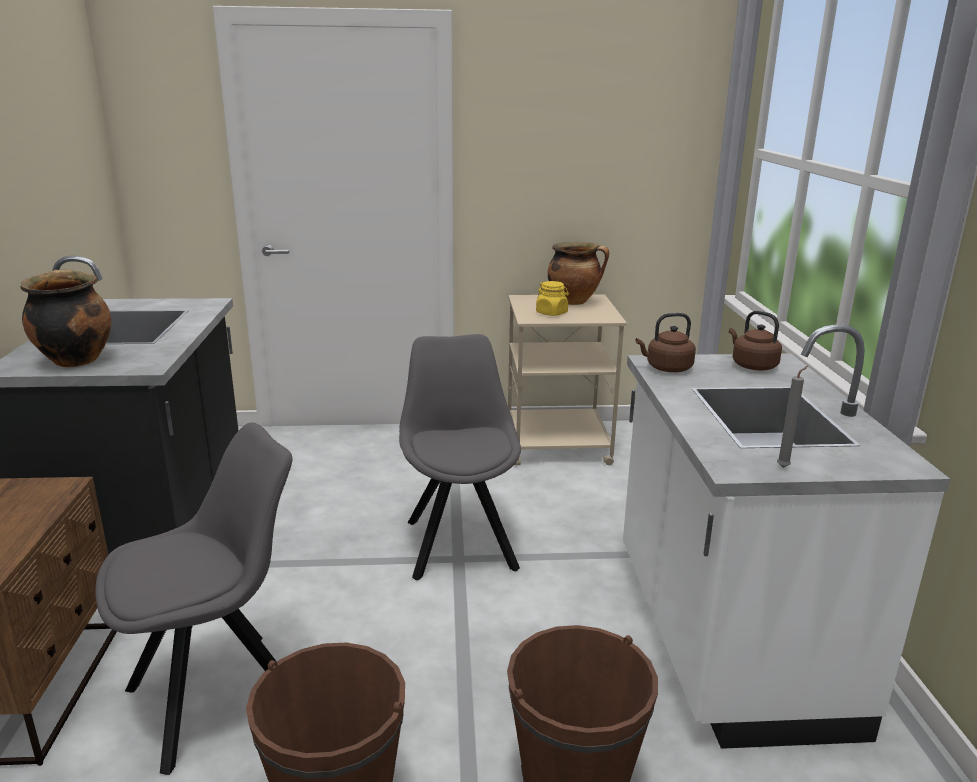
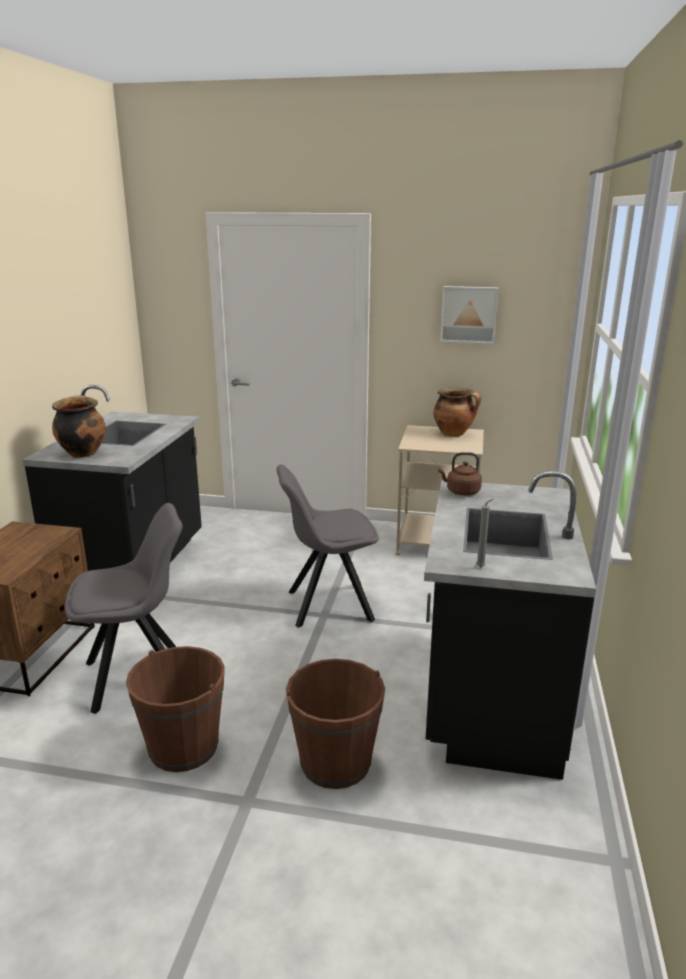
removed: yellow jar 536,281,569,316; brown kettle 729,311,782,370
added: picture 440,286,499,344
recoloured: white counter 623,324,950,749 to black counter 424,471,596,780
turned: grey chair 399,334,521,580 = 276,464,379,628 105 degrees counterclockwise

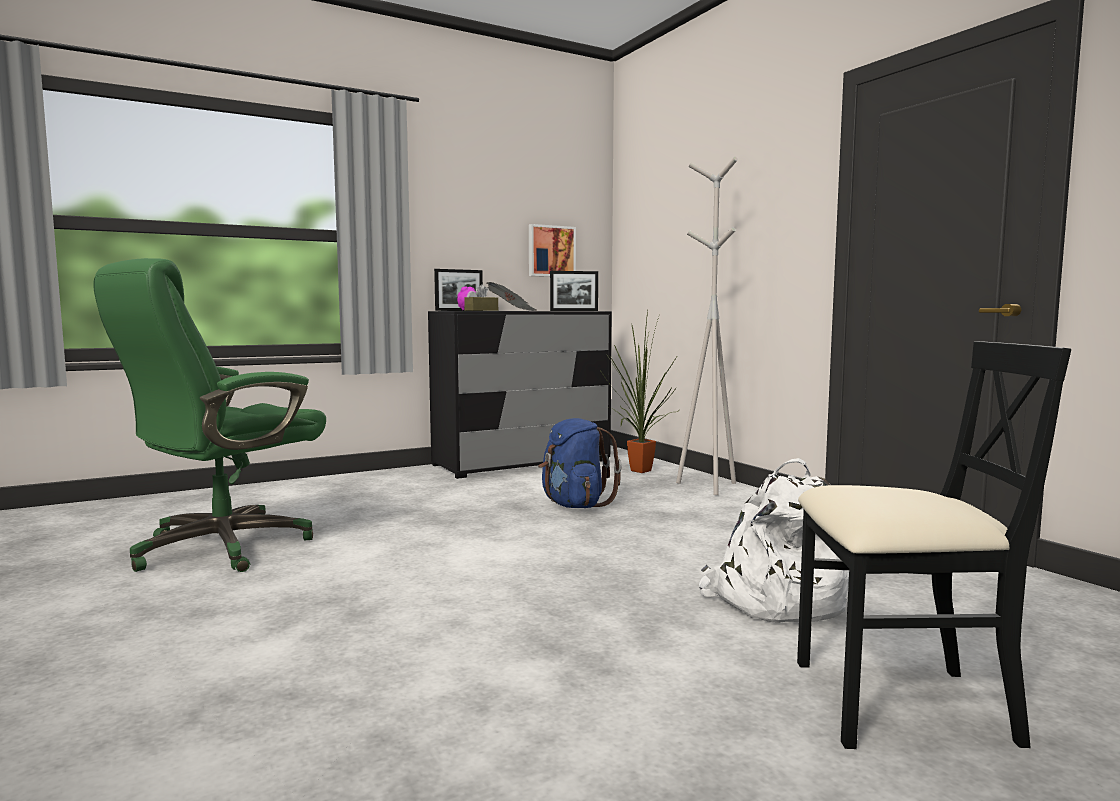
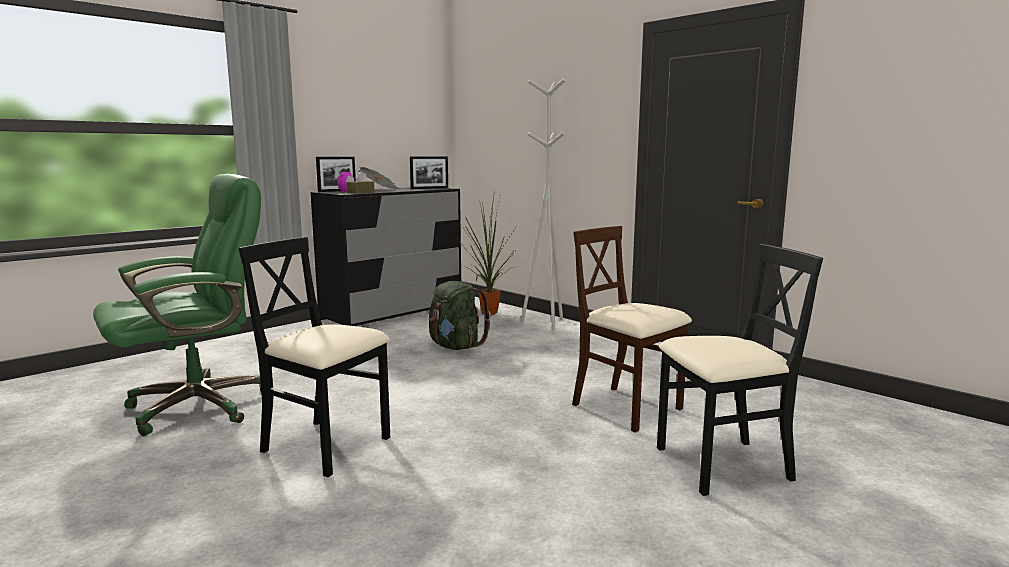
removed: picture 529,224,576,277
added: black chair 238,237,390,477
replaced: white backpack 699,458,849,623 to beige chair 572,226,692,433
recoloured: blue backpack 538,418,622,508 to green backpack 429,281,491,350
turned: green office chair 93,258,326,572 = 93,174,261,436 150 degrees counterclockwise

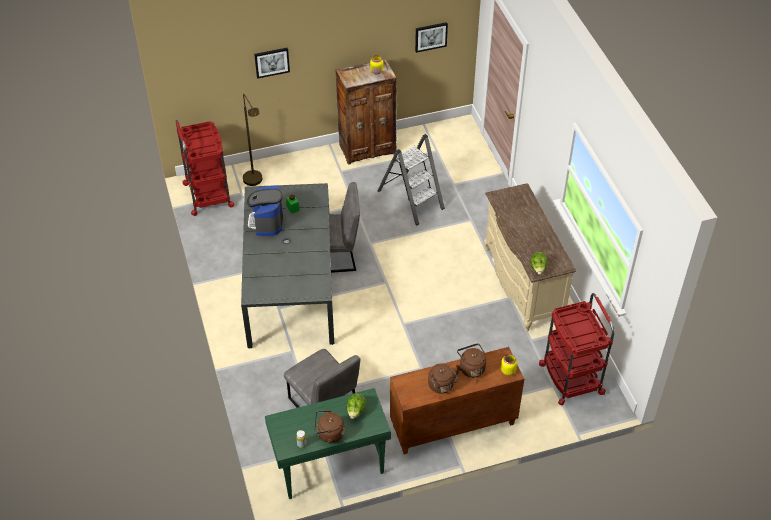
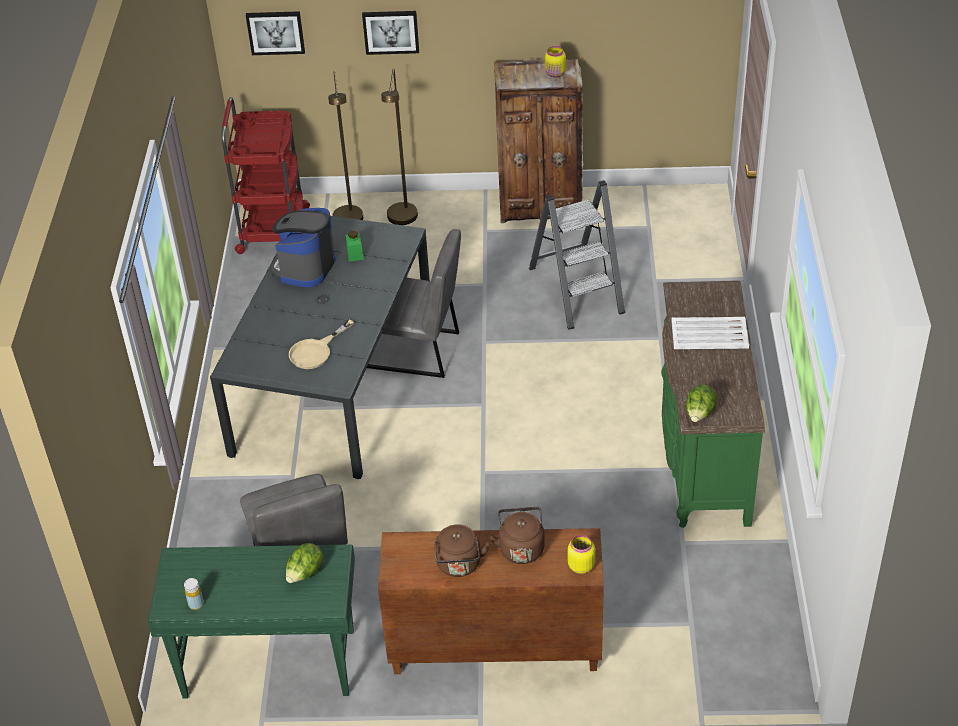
removed: brown kettle 314,410,344,444; red cart 539,293,615,406
added: beige frying pan 289,320,354,369; brown floor lamp 381,69,418,225; white tray 671,317,749,349
moved: picture 415,22,448,53 to 246,11,305,55
recoloured: beige dresser 484,183,576,332 to green dresser 661,281,765,528

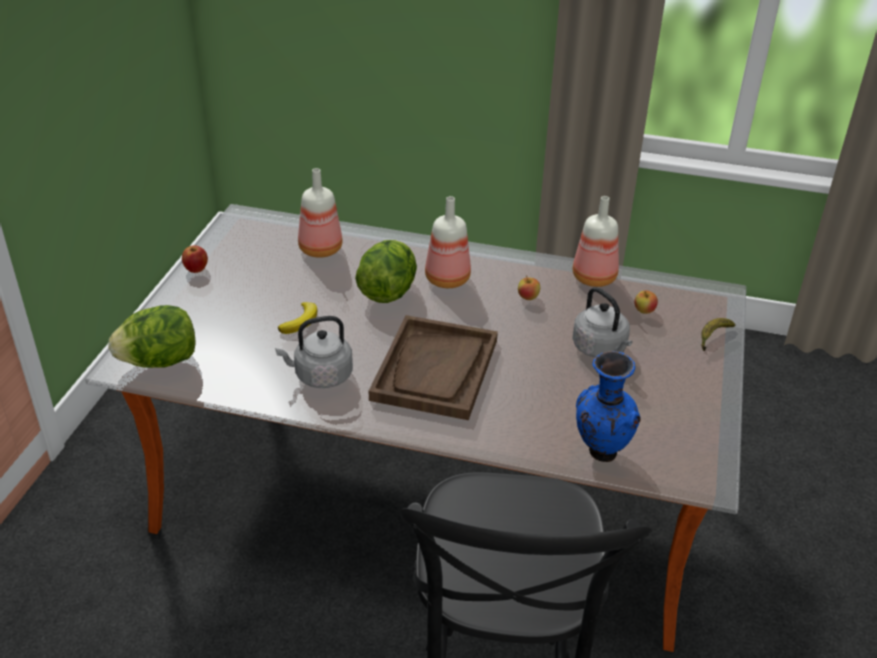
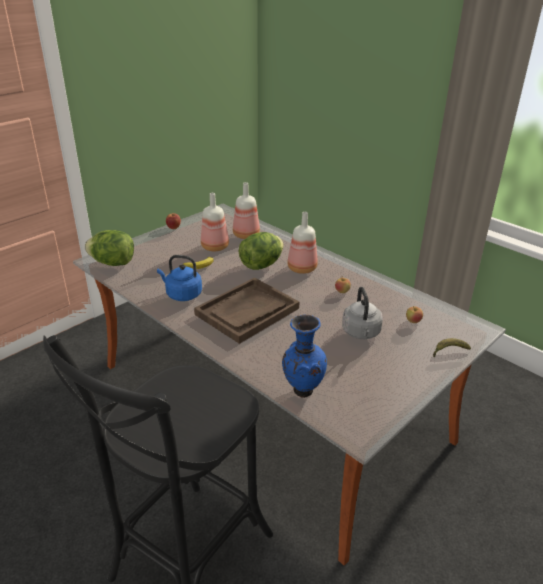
moved: bottle 573,196,619,287 to 201,193,229,251
recoloured: grey kettle 276,316,353,388 to blue kettle 157,255,202,301

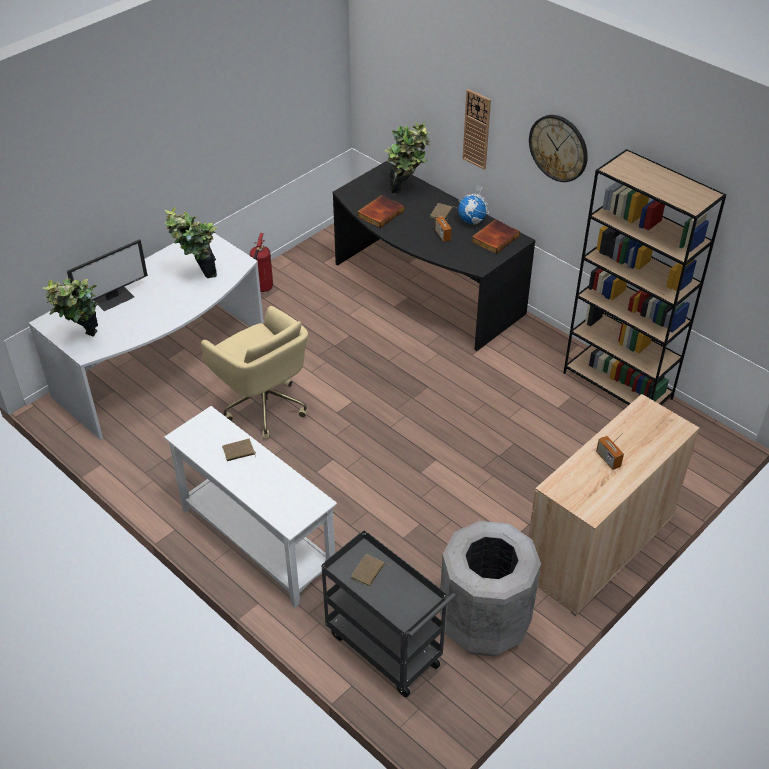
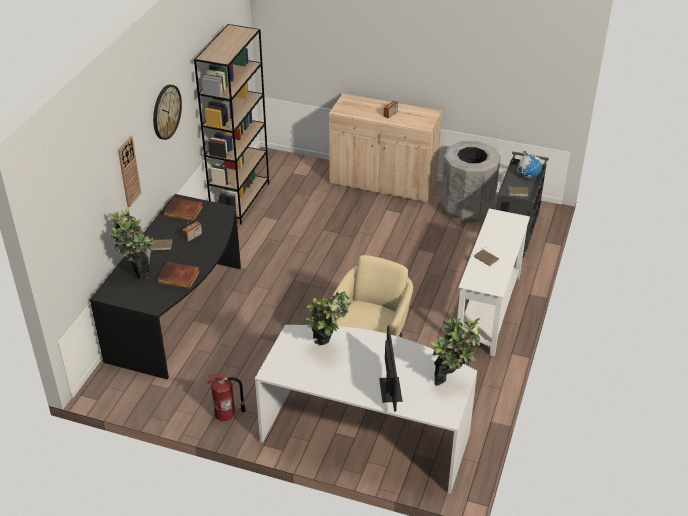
moved: globe 458,185,489,224 to 517,151,543,179
turned: monitor 67,239,148,311 = 379,326,403,412 60 degrees clockwise

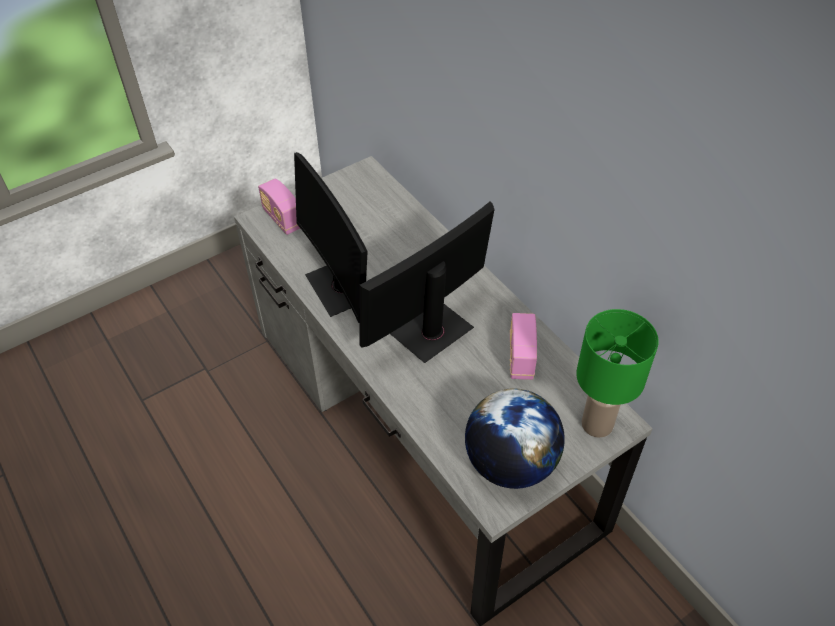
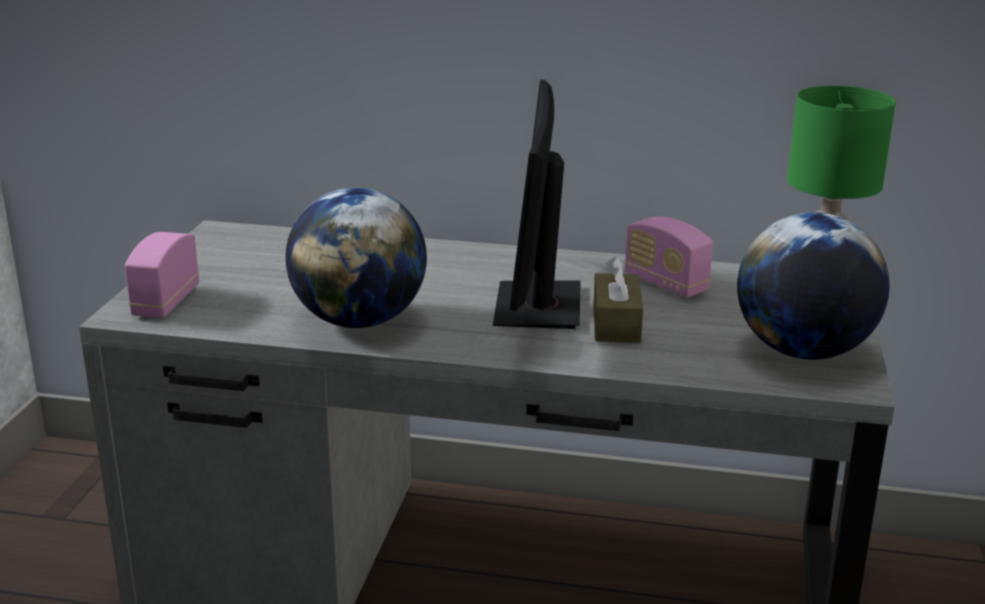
added: brown tissue box 593,256,643,343
replaced: monitor 294,152,368,323 to globe 285,188,427,328
turned: radio 258,179,300,235 = 125,232,199,318 90 degrees clockwise

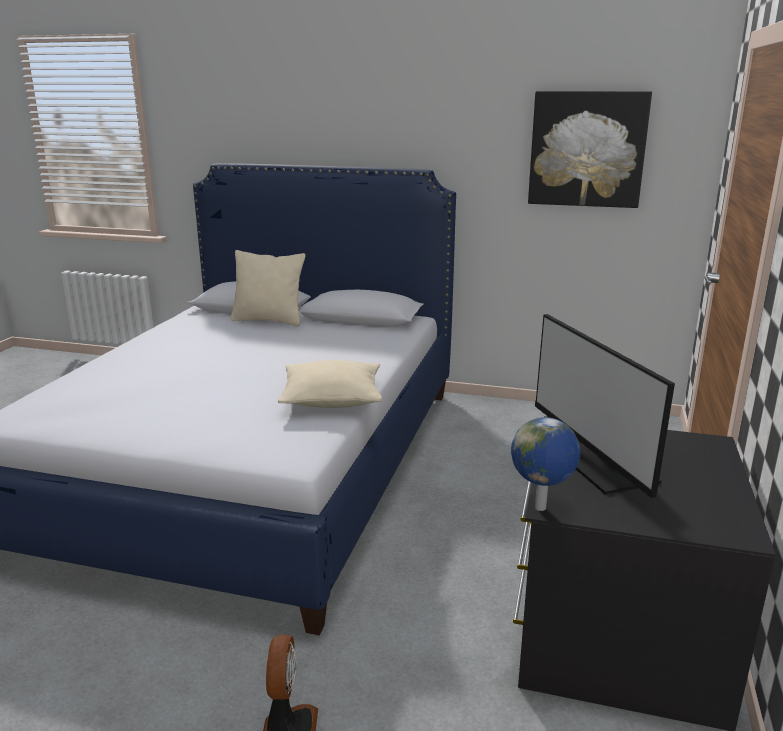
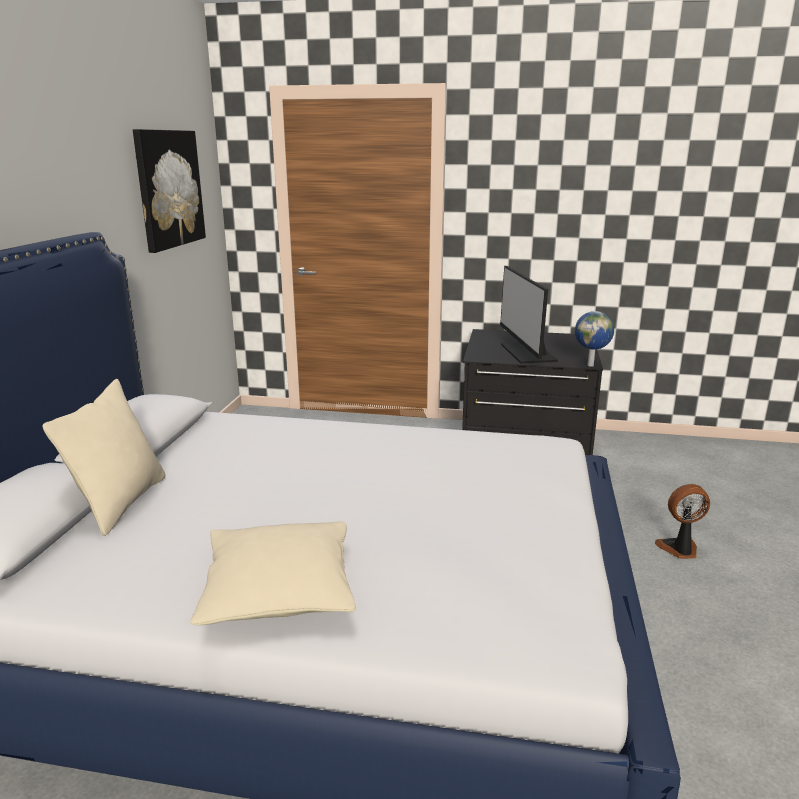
moved: beige pillow 278,360,382,408 to 190,521,356,625
turned: monitor 535,314,675,498 = 500,266,558,364 105 degrees clockwise

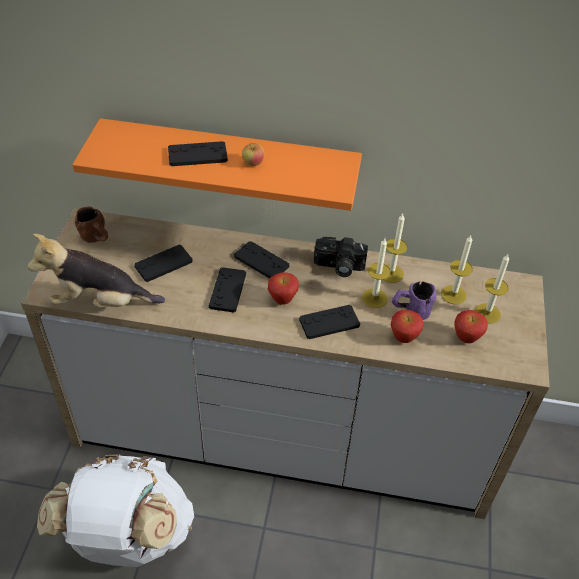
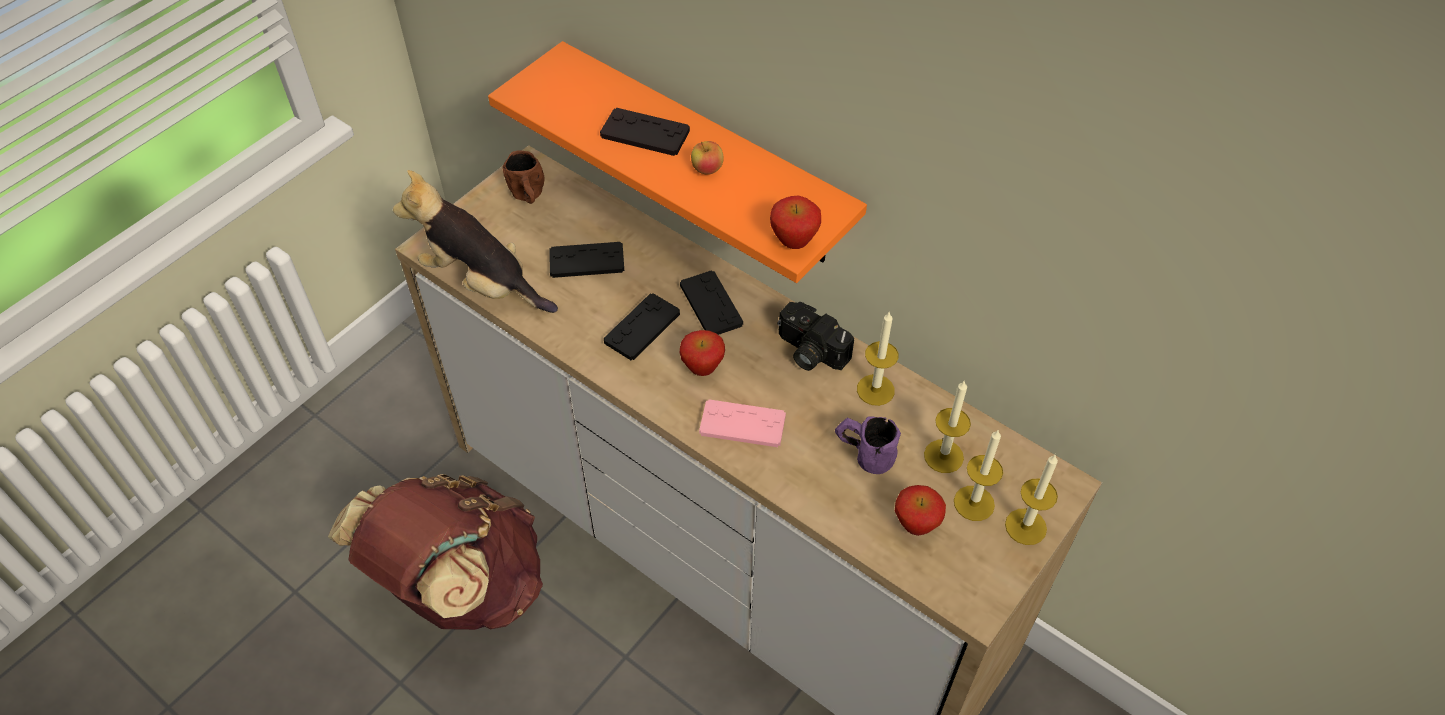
moved: candle 362,239,391,308 to 1005,454,1058,545; apple 391,310,423,343 to 770,195,821,249
recoloured: white backpack 37,454,194,567 to brown backpack 328,474,543,630; black game controller 299,305,360,339 to pink game controller 699,399,786,447

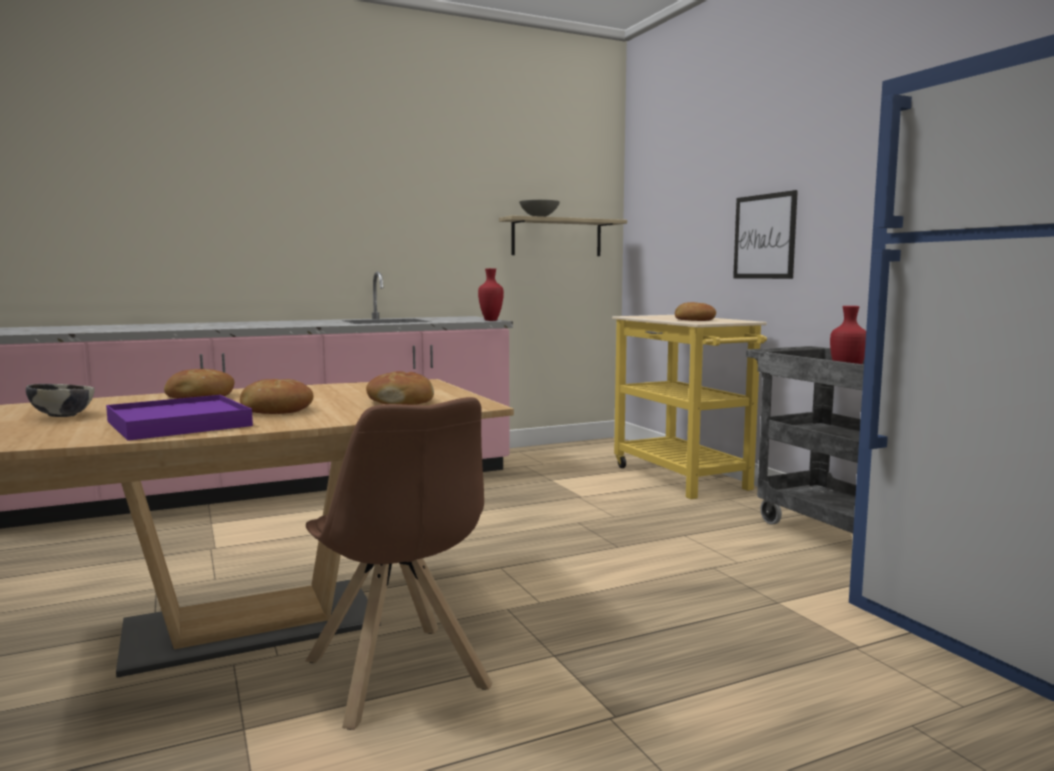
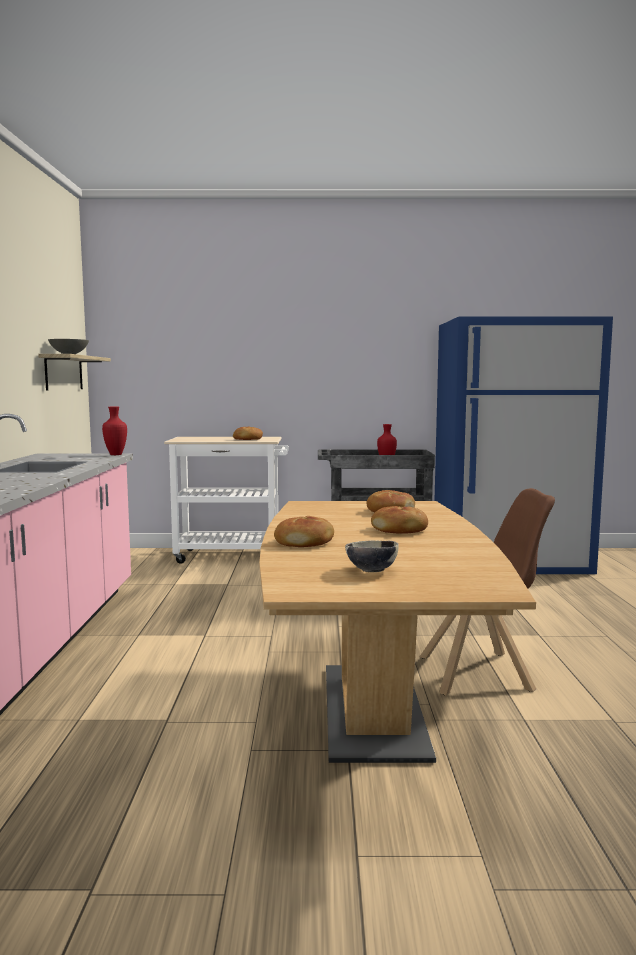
removed: purple tray 106,395,253,441; picture 733,190,798,279
recoloured: yellow cart 612,315,767,499 to white cart 164,437,289,564

